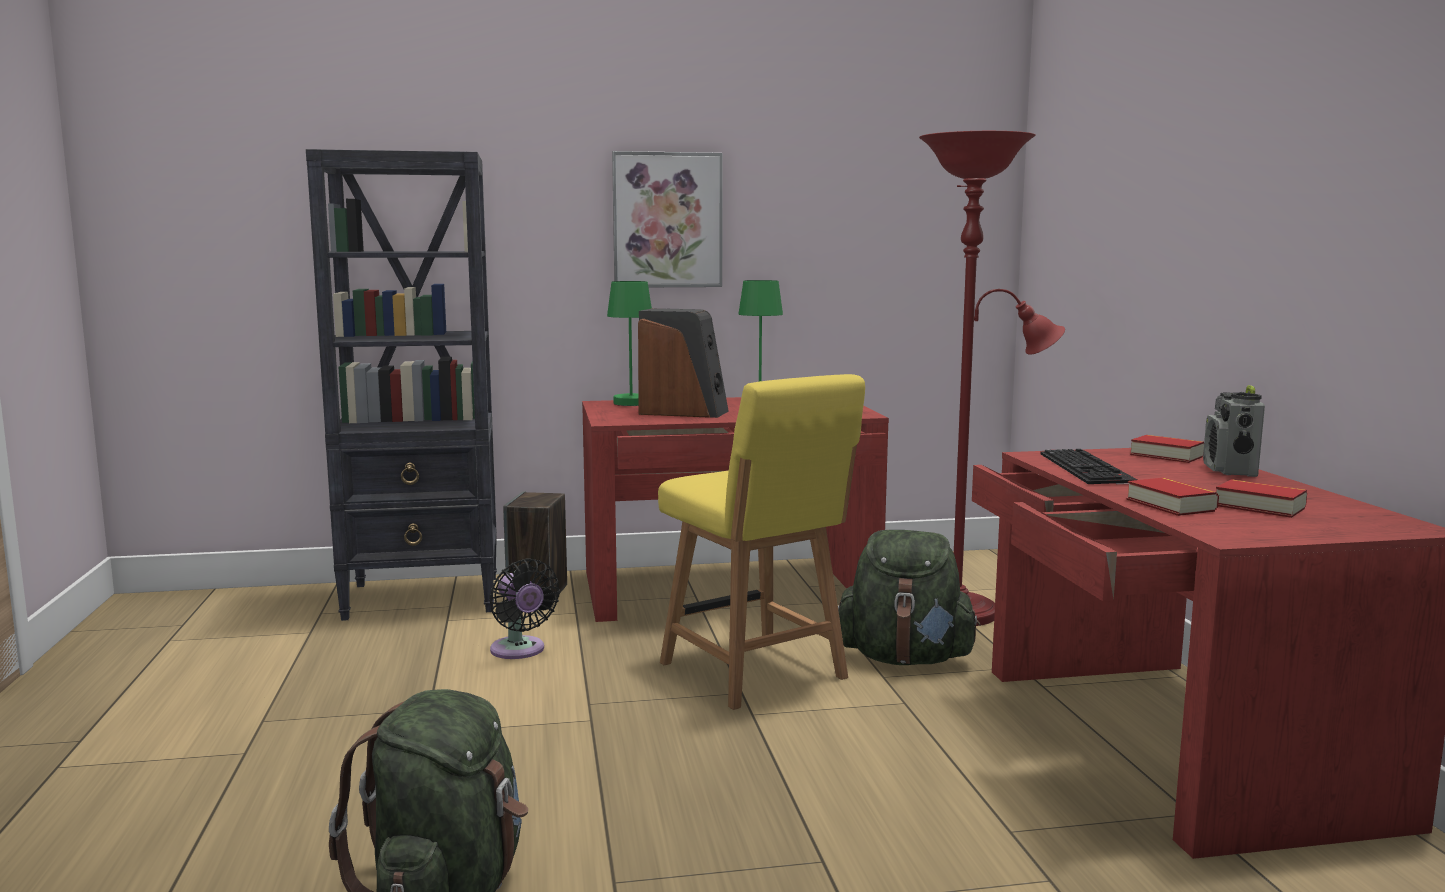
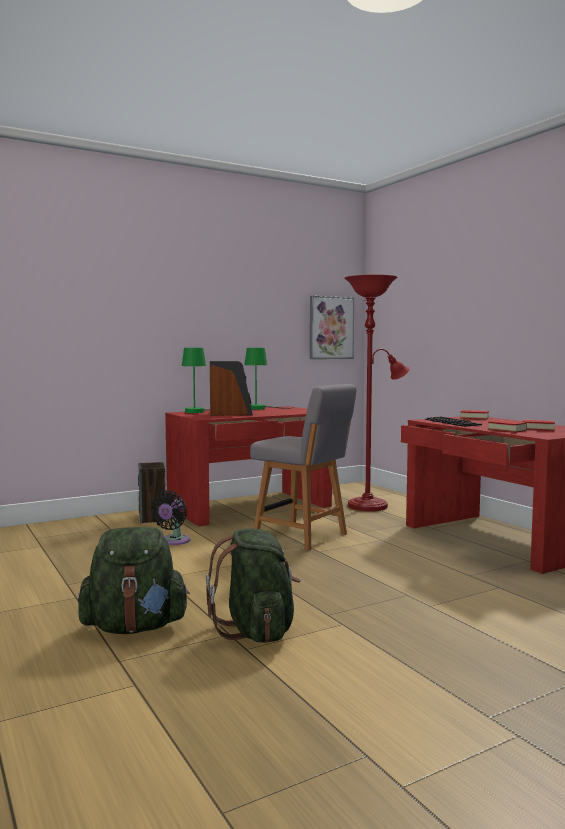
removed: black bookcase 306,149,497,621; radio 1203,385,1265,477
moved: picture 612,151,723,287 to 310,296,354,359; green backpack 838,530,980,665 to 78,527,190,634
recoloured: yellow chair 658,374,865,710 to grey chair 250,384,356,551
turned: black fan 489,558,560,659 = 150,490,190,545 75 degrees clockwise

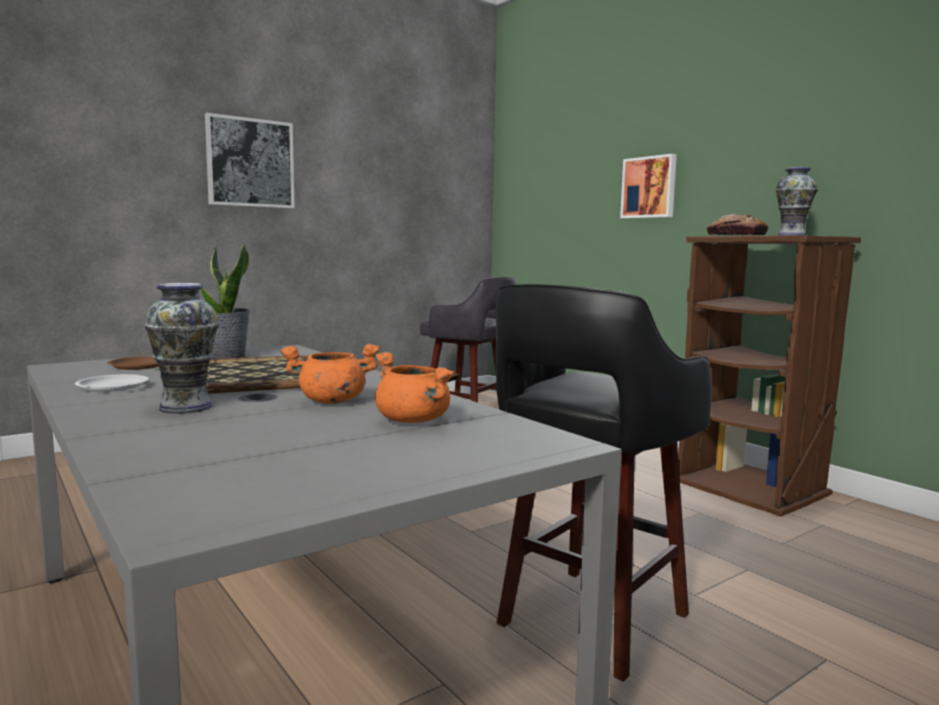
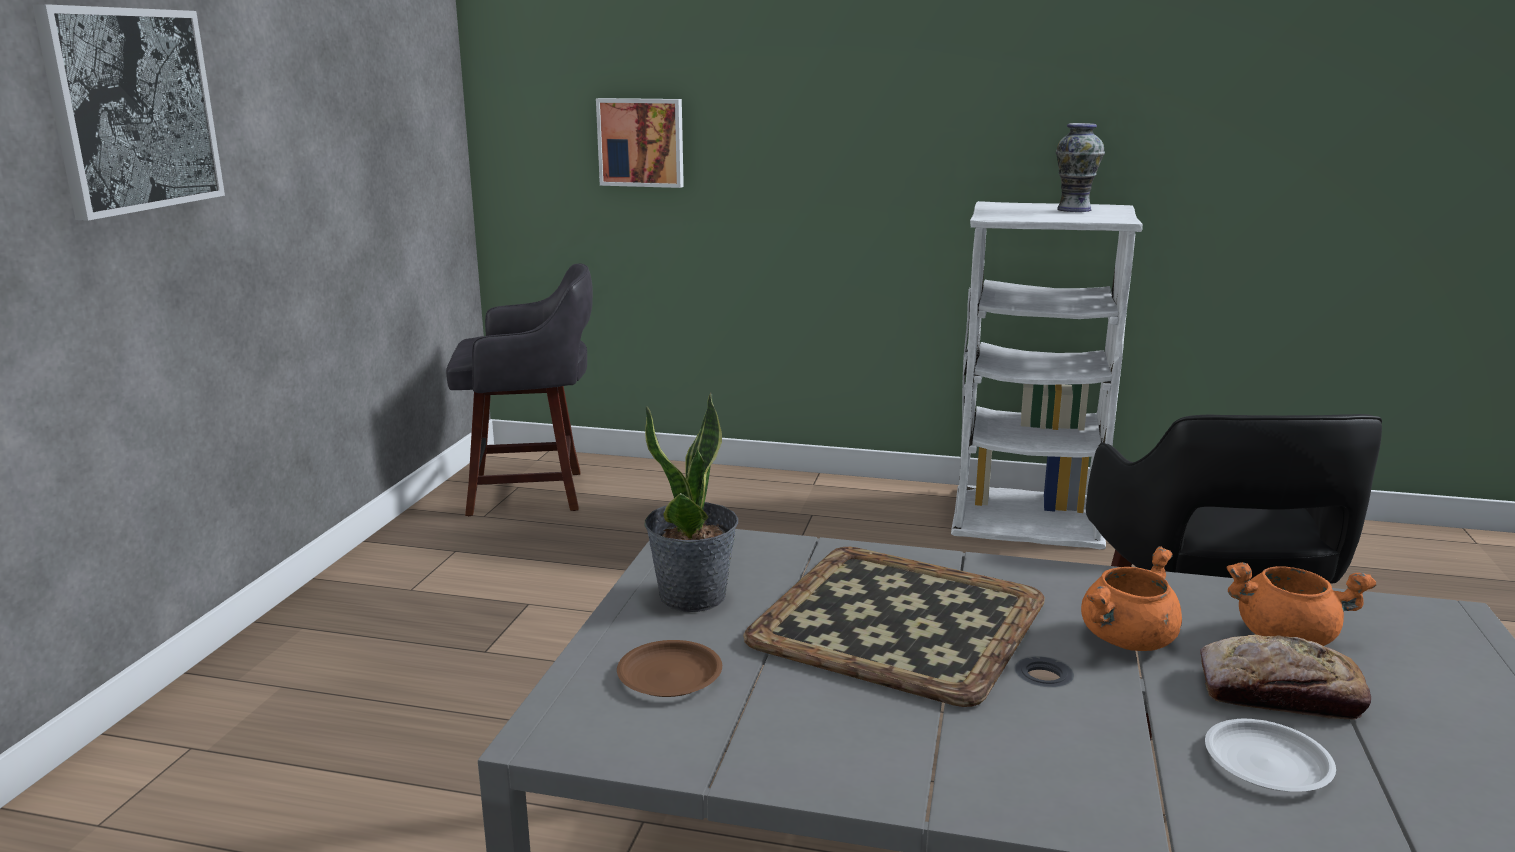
removed: vase 144,283,219,413
moved: white plate 75,374,149,392 to 1205,719,1336,792; picture 620,154,677,218 to 596,98,684,188; bread 707,214,768,236 to 1200,635,1371,720
recoloured: brown bookcase 678,236,861,517 to white bookcase 951,201,1143,549

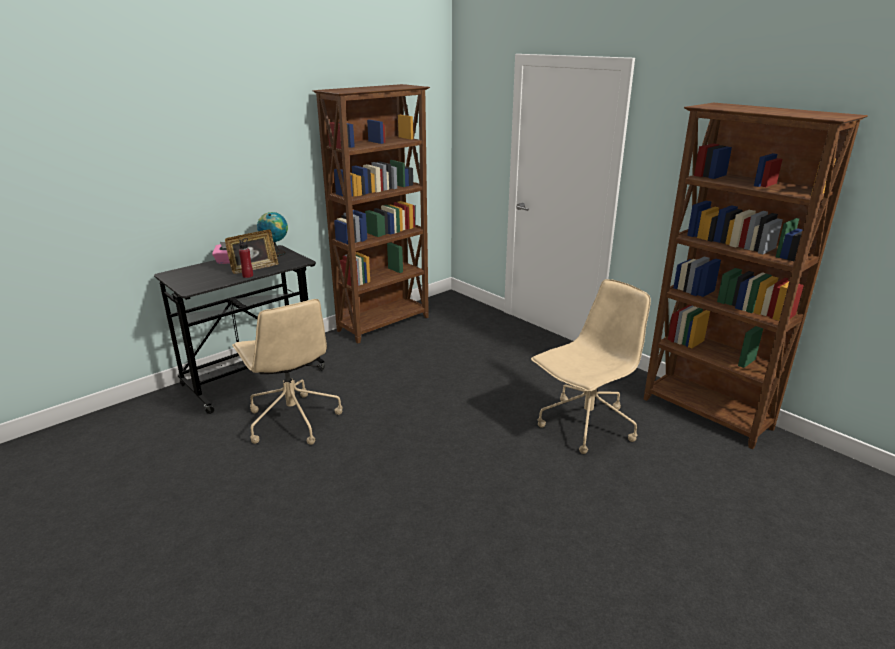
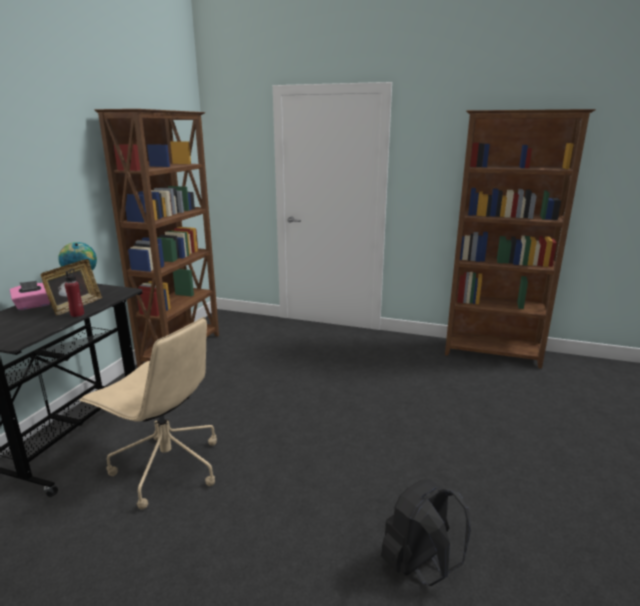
removed: beige office chair 531,279,651,454
added: black backpack 381,479,471,586

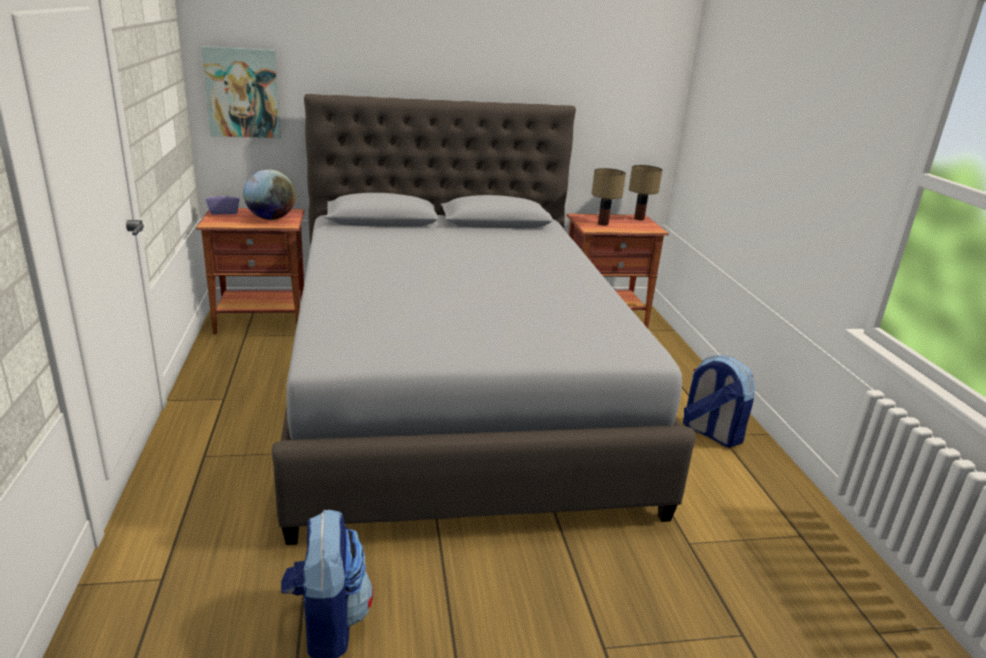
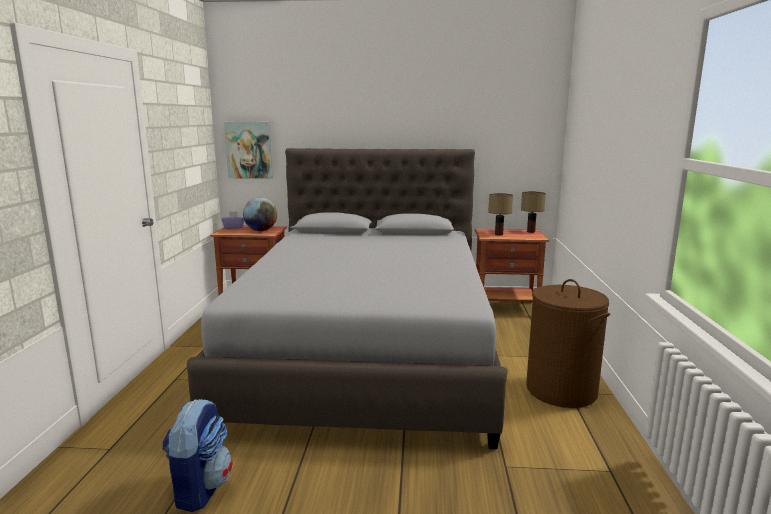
replaced: backpack 683,355,755,447 to brown laundry basket 526,279,610,408

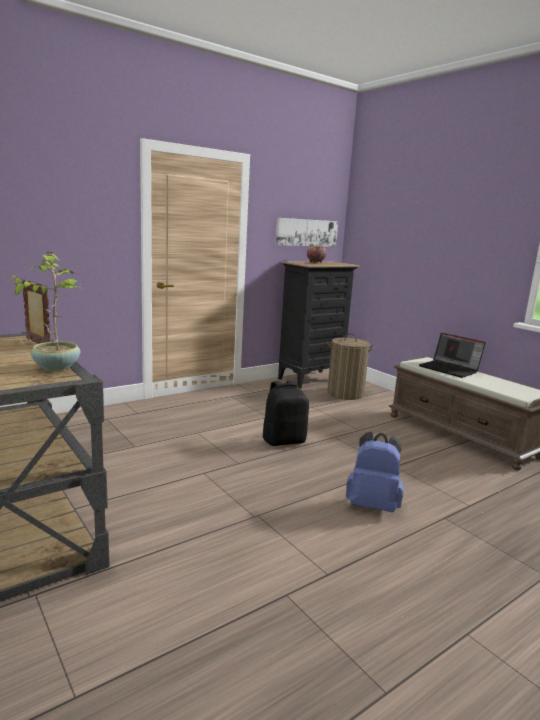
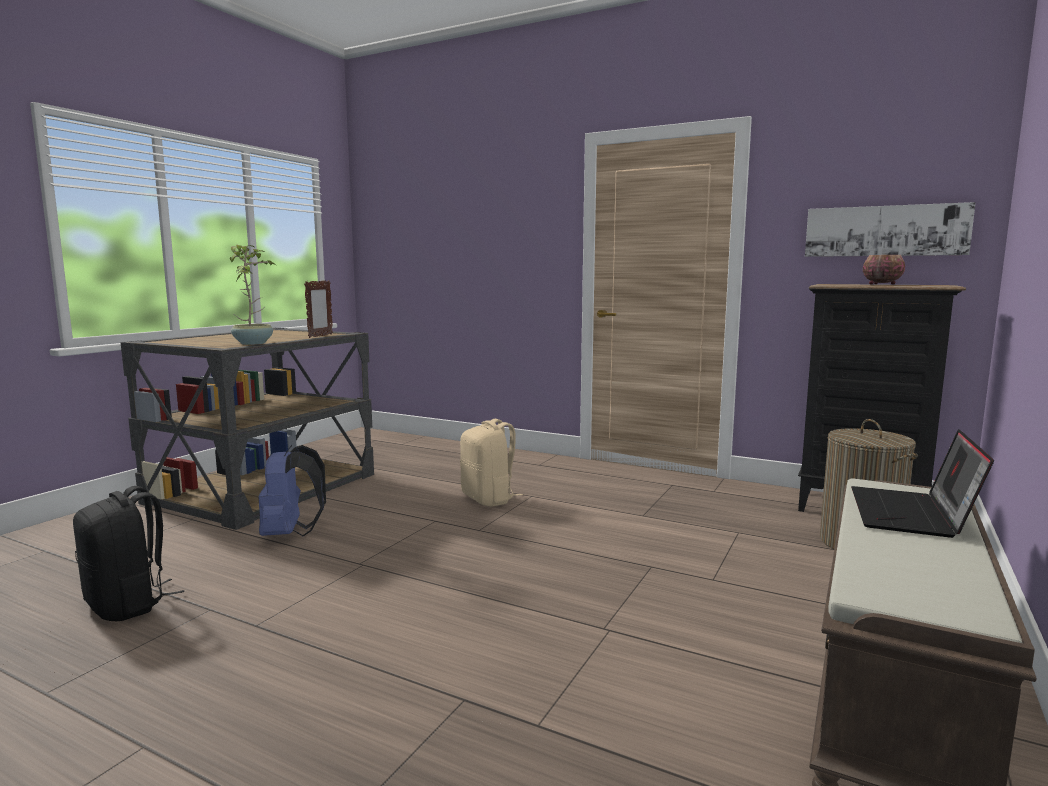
added: beige backpack 460,419,523,507
moved: black backpack 262,380,309,446 to 73,486,184,621; blue backpack 346,432,404,512 to 258,445,326,536

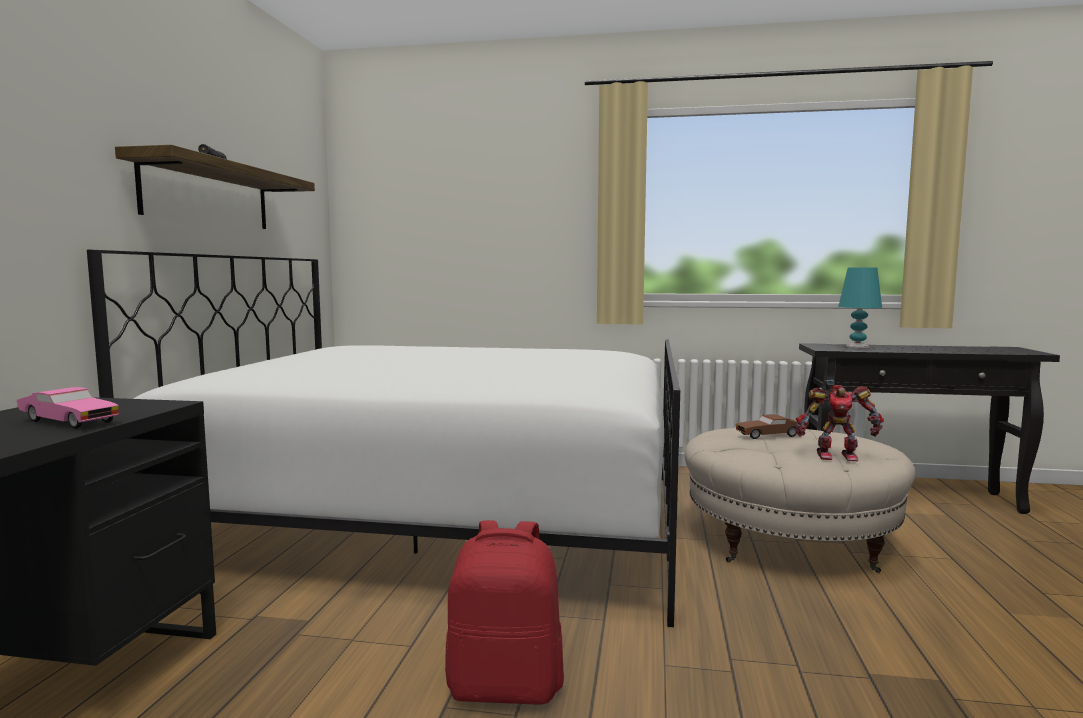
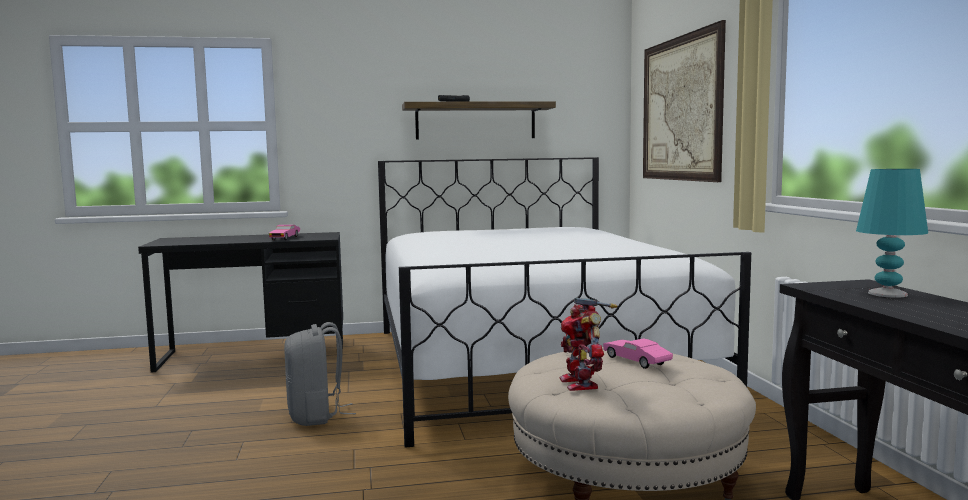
added: picture 643,20,726,182
recoloured: red backpack 445,520,564,705 to grey backpack 284,322,356,426; brown toy car 736,414,797,439 to pink toy car 603,338,673,369

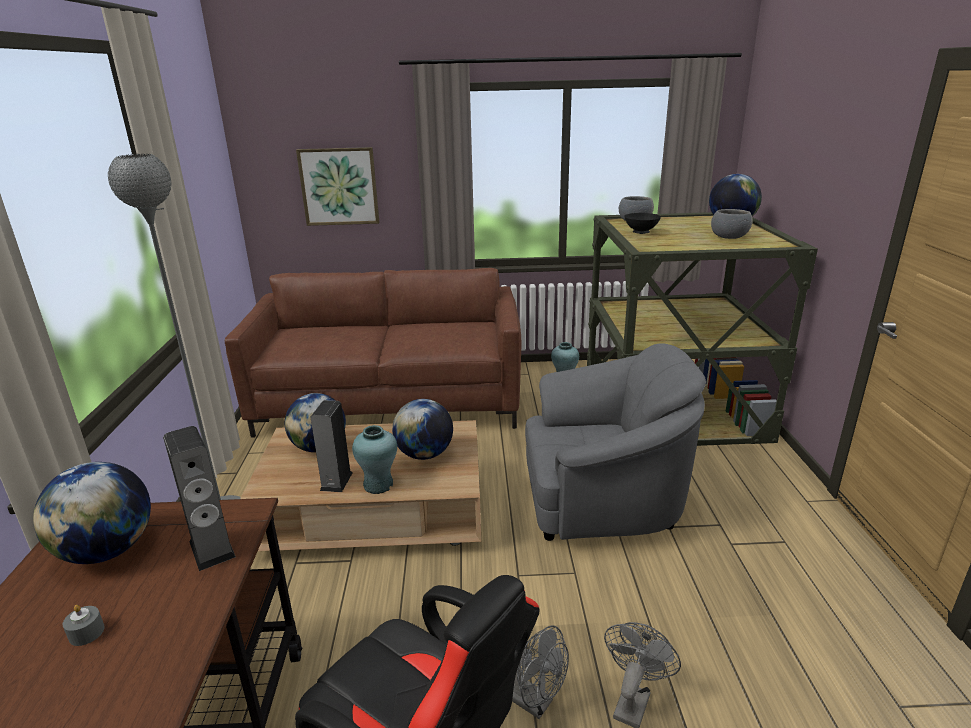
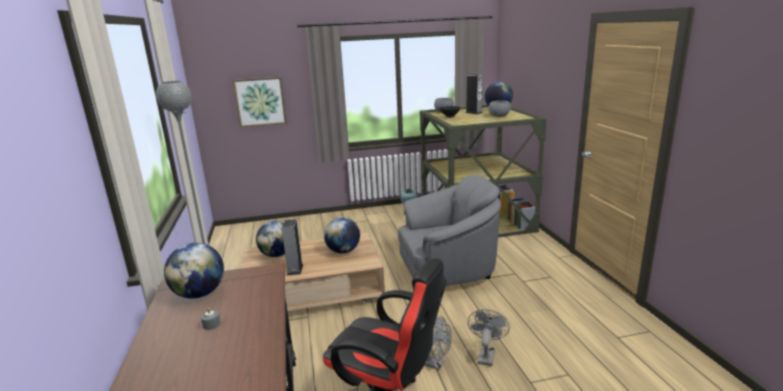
removed: brown sofa 225,268,522,438; turquoise vase 352,425,397,494
moved: speaker 163,426,236,571 to 466,74,483,114

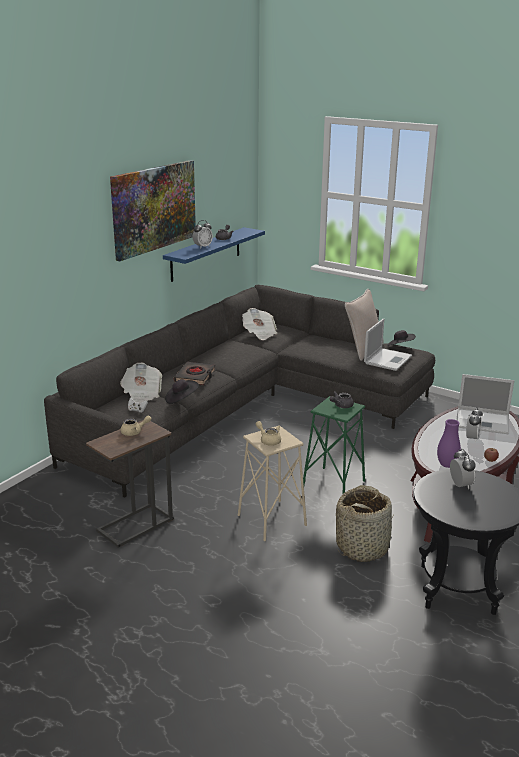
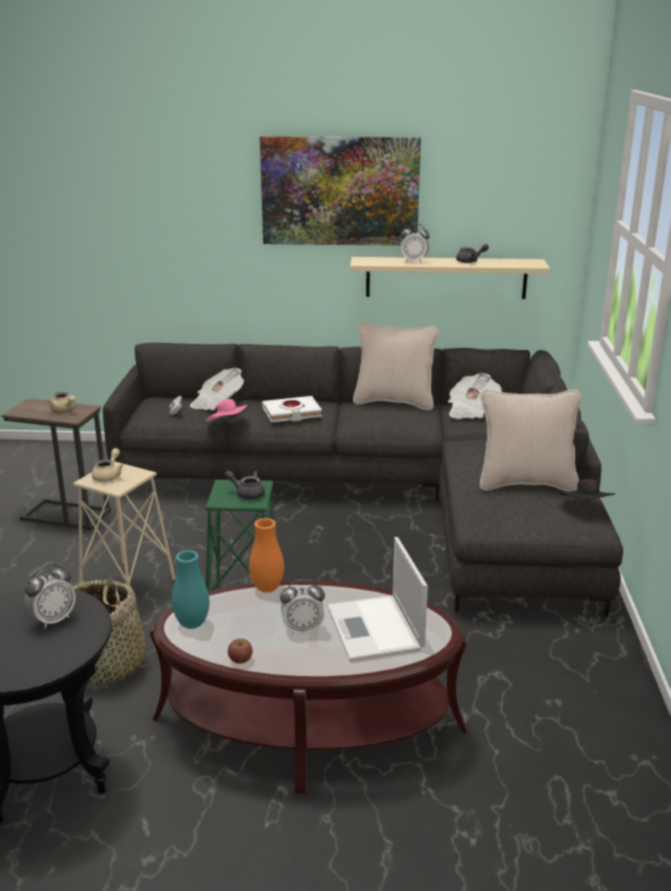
removed: laptop 364,319,412,371
added: orange vase 249,518,284,593; beige pillow 353,322,439,410
recoloured: blue shelf 163,227,265,282 to beige shelf 350,257,550,299; black hat 165,379,199,404 to pink hat 206,399,247,421; black book 174,362,216,385 to white book 262,396,322,422; purple vase 437,419,461,468 to turquoise vase 172,550,209,629

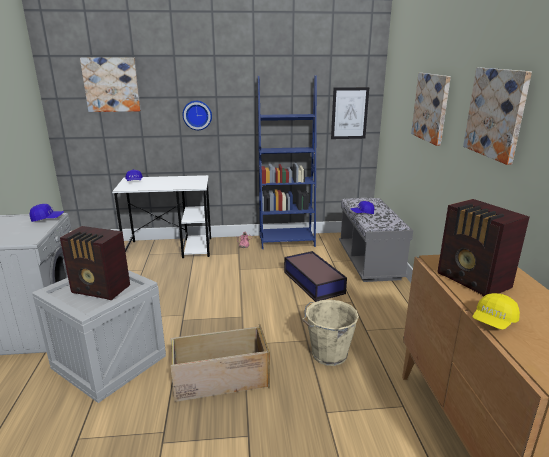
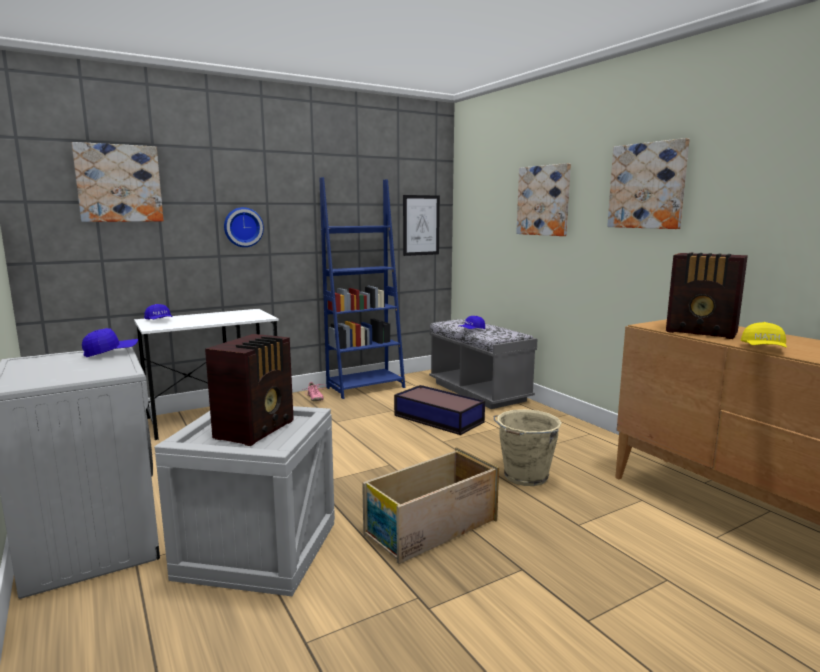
turned: radio 60,226,130,300 = 205,334,294,446 60 degrees counterclockwise

